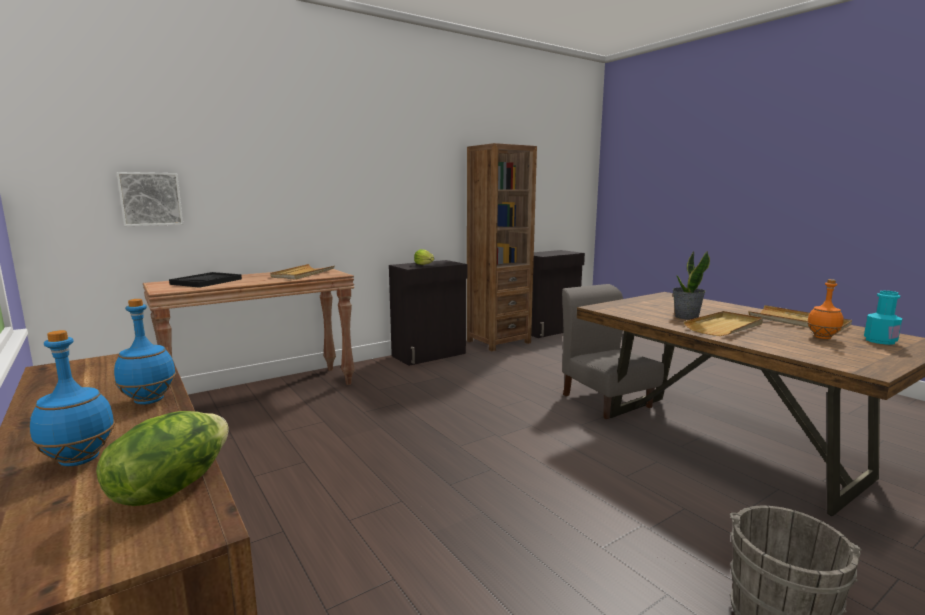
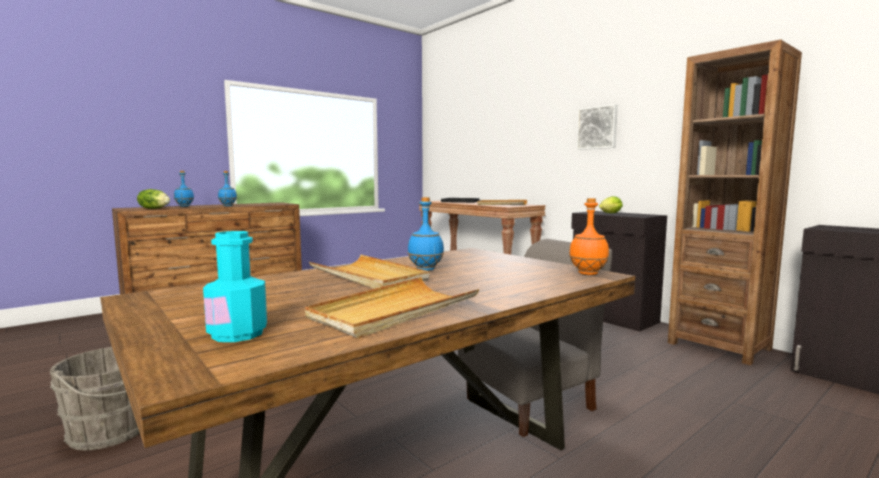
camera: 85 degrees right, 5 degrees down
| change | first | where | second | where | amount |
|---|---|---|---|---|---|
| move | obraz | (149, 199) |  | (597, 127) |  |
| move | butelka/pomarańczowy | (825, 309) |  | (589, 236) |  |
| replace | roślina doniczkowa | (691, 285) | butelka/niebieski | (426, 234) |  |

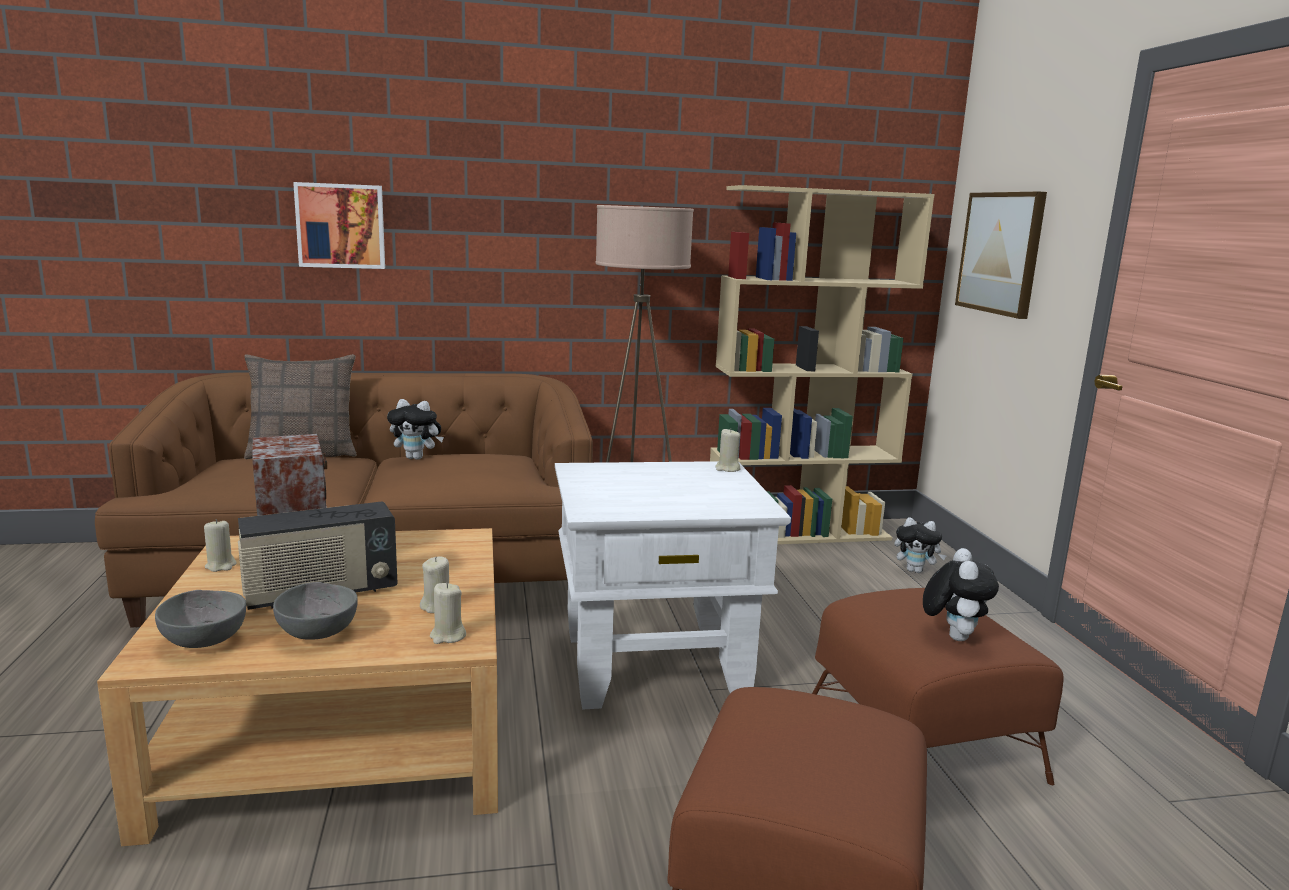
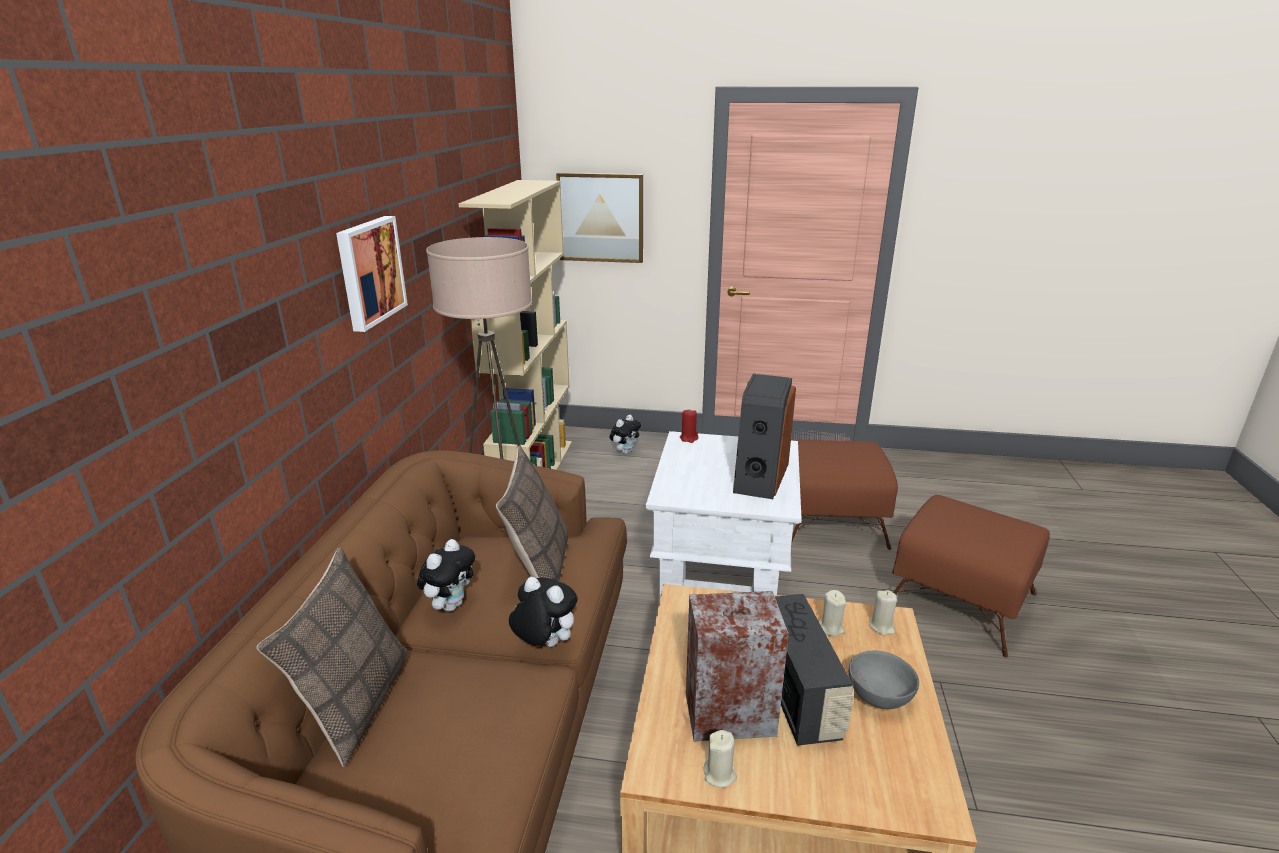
camera: 70 degrees left, 10 degrees up
| change | first | where | second | where | amount |
|---|---|---|---|---|---|
| delete | miska/szary | (200, 619) |  |  |  |
| insert |  |  | poduszka | (532, 513) |  |
| insert |  |  | głośnik | (764, 436) |  |
| move | obraz | (339, 225) |  | (372, 274) |  |
| move | pluszak | (961, 594) |  | (543, 612) |  |
| recolor | świeca/beżowy | (728, 450) | świeca/czerwony | (689, 426) |  |

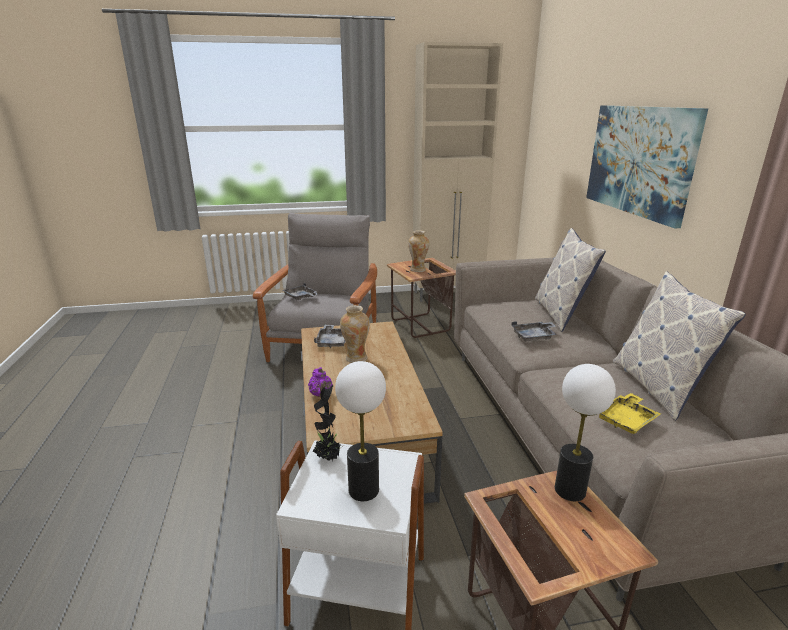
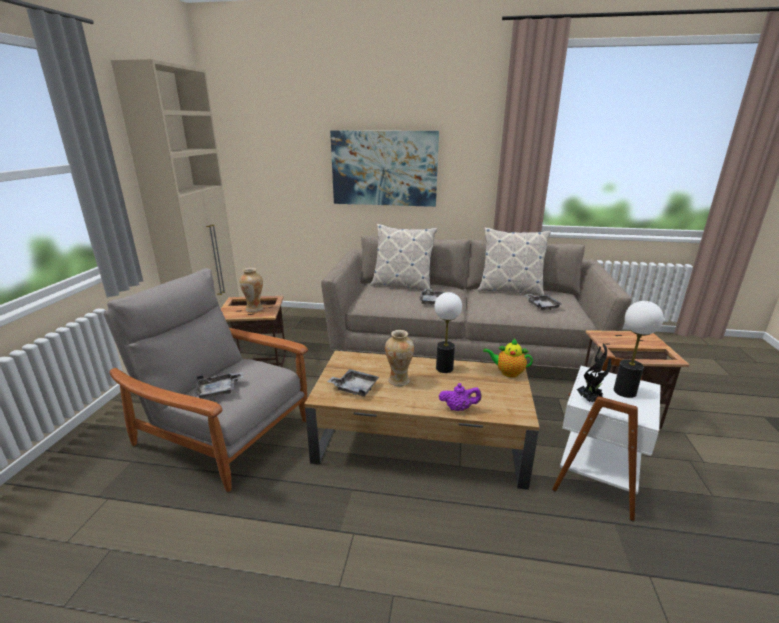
camera: 70 degrees left, 0 degrees up
| change | first | where | second | where | amount |
|---|---|---|---|---|---|
| insert |  |  | imbryk | (508, 358) |  |
| move | lampa stołowa | (585, 432) |  | (448, 332) |  |
| recolor | taca/żółty | (630, 413) | taca/szary | (544, 302) |  |

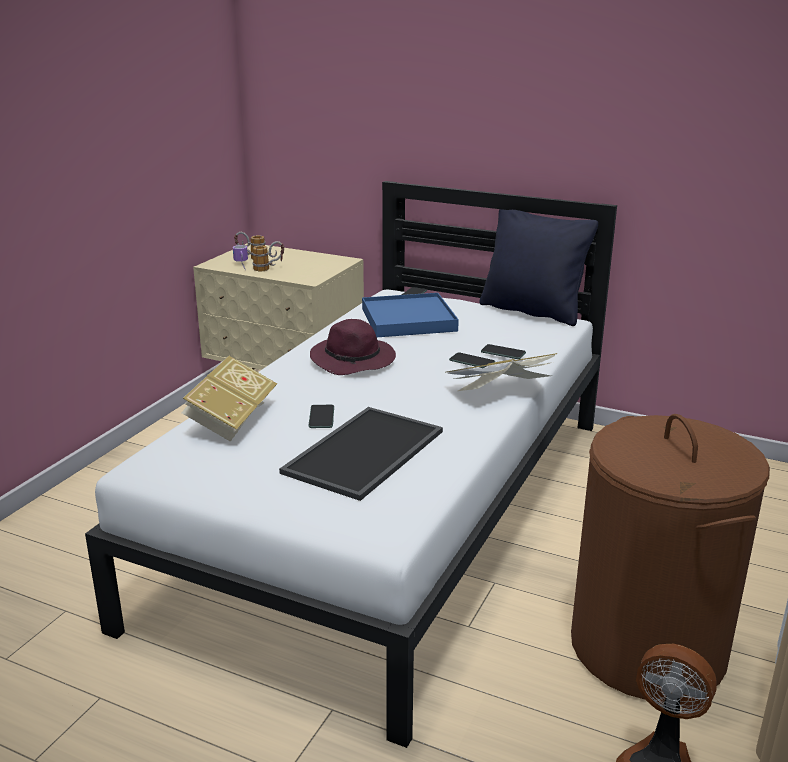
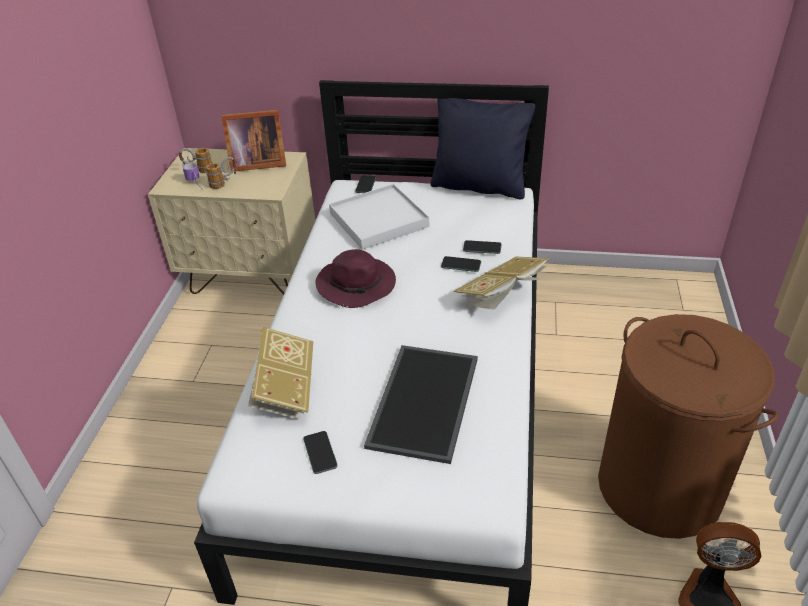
camera: 15 degrees left, 15 degrees up
| change | first | where | second | where | amount |
|---|---|---|---|---|---|
| insert |  |  | ramka na zdjęcie | (253, 140) |  |
| move | telefon | (321, 416) |  | (320, 452) |  |
| recolor | taca/niebieski | (410, 315) | taca/biały | (379, 217) |  |

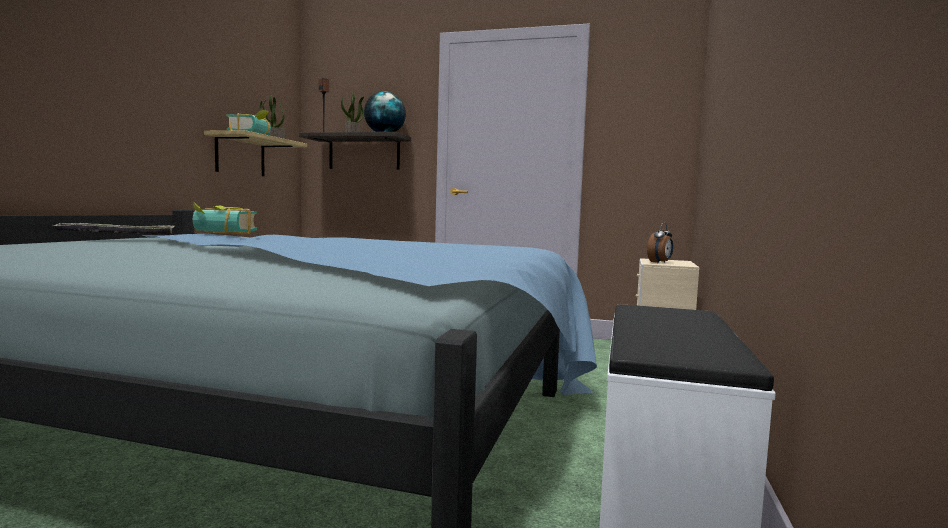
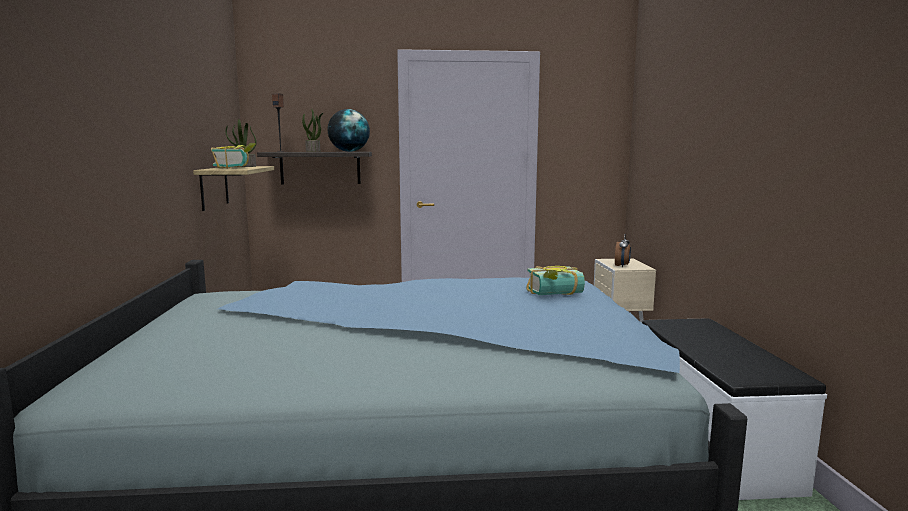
camera: 20 degrees left, 5 degrees up
| change | first | where | second | where | amount |
|---|---|---|---|---|---|
| delete | taca | (113, 229) |  |  |  |
| move | książka | (225, 218) |  | (556, 280) |  |

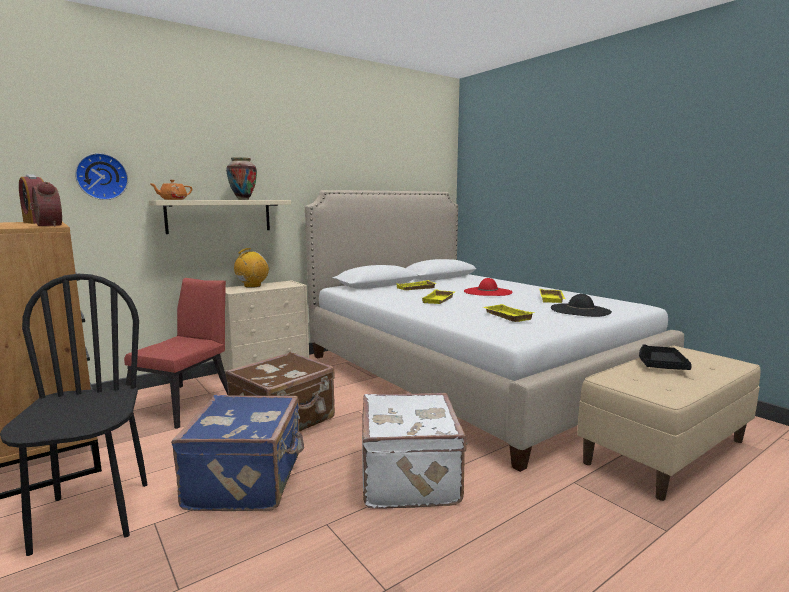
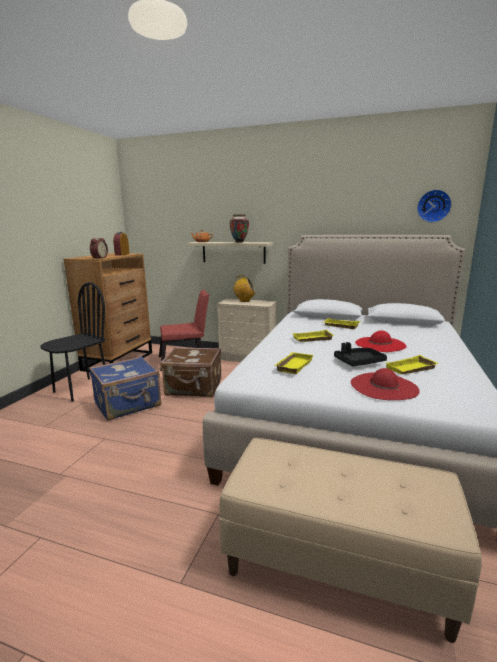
camera: 55 degrees right, 5 degrees up
| change | first | where | second | where | amount |
|---|---|---|---|---|---|
| delete | walizka/biały | (414, 451) |  |  |  |
| move | zegar ścienny | (101, 176) |  | (434, 206) |  |
| move | taca/czarny | (665, 357) |  | (360, 354) |  |
| recolor | kapelusz/czarny | (581, 305) | kapelusz/czerwony | (385, 384) |  |

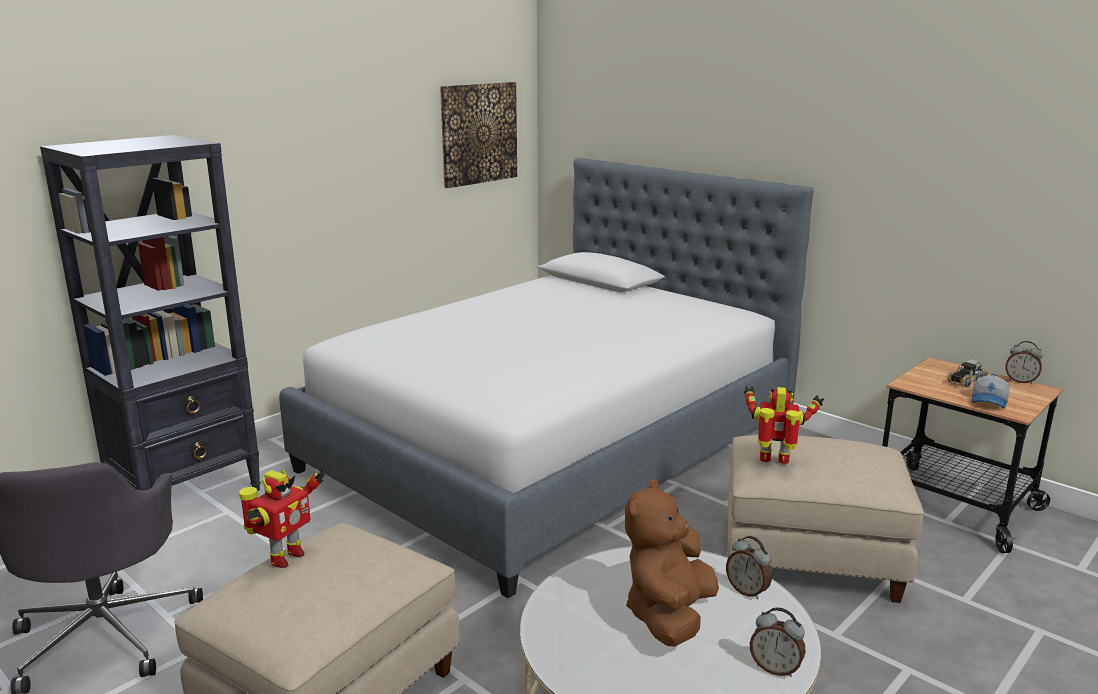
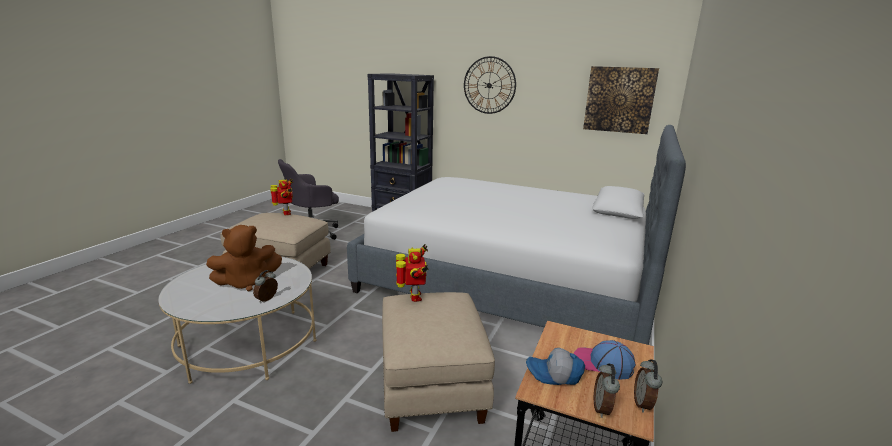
camera: 70 degrees right, 0 degrees up
| change | first | where | second | where | amount |
|---|---|---|---|---|---|
| insert |  |  | zegar ścienny | (490, 85) |  |
| move | budzik | (778, 642) |  | (607, 390) |  |
| replace | ciężarówka zabawkowa | (967, 371) | czapka z daszkiem | (605, 360) |  |
| rotate | robot zabawkowy | (282, 518) |  | (281, 197) | 120 degrees counterclockwise |
| rotate | pluszak/brązowy | (672, 563) |  | (244, 258) | 150 degrees clockwise |

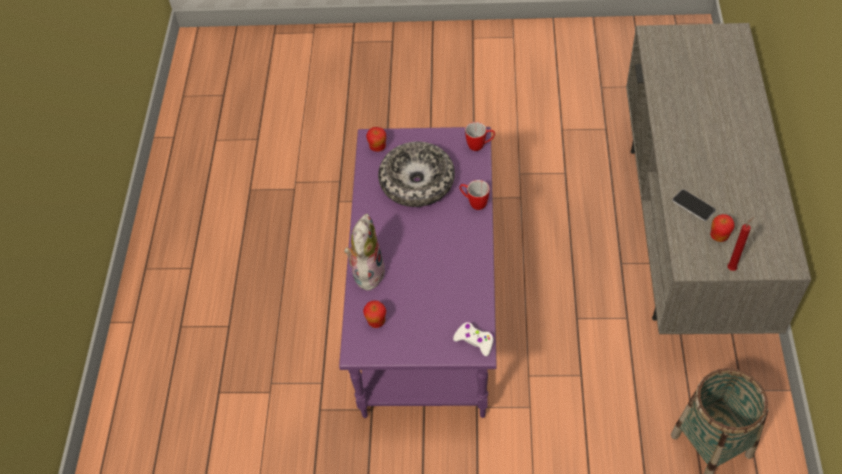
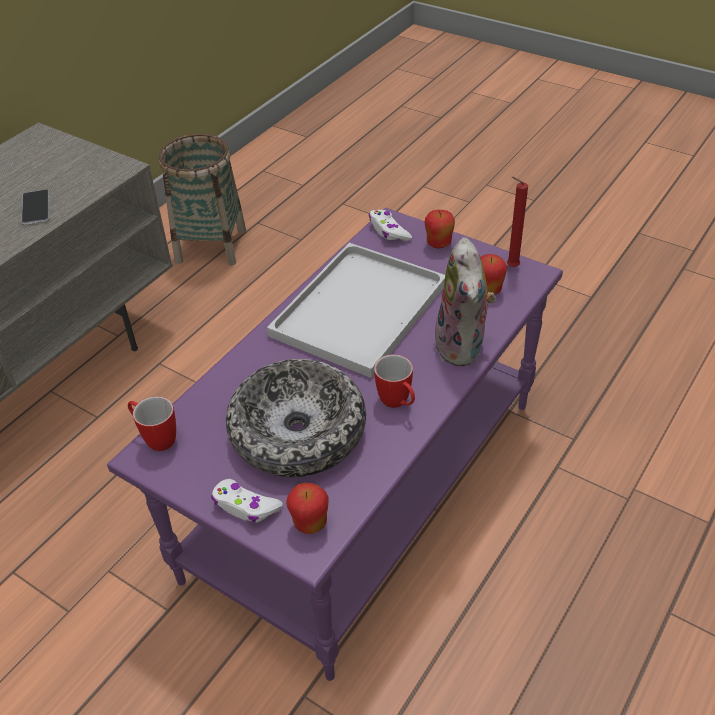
camera: 150 degrees left, 10 degrees down
| change | first | where | second | where | amount |
|---|---|---|---|---|---|
| insert |  |  | pad do gier/biały | (247, 500) |  |
| insert |  |  | taca/biały | (356, 310) |  |
| move | kubek | (474, 195) |  | (394, 381) |  |
| move | jabłko | (722, 228) |  | (440, 229) |  |
| move | świeca/czerwony | (740, 244) |  | (517, 222) |  |
| rotate | pluszak | (365, 252) |  | (465, 301) | 45 degrees counterclockwise |

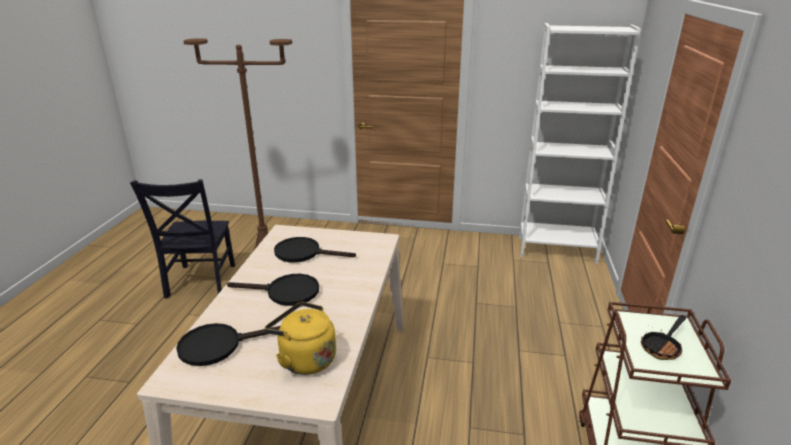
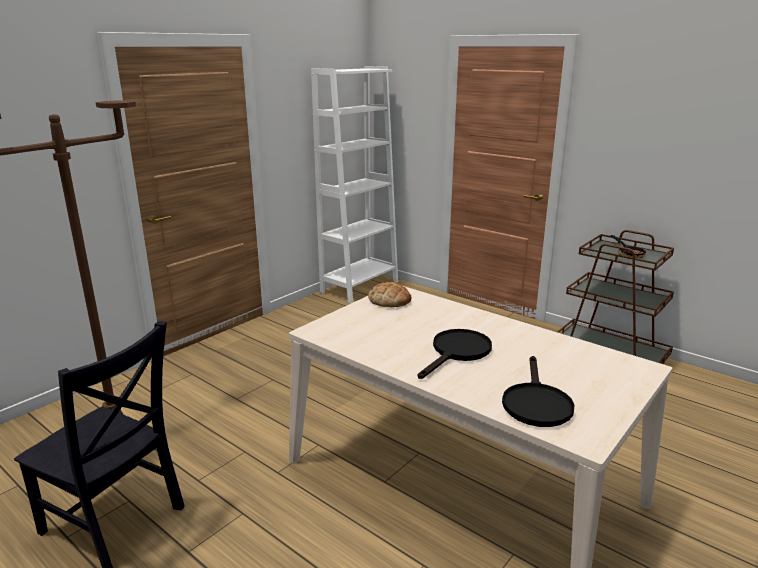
camera: 60 degrees left, 5 degrees down
| change | first | where | second | where | amount |
|---|---|---|---|---|---|
| delete | czajnik/żółty | (300, 338) |  |  |  |
| delete | patelnia/czarny | (315, 250) |  |  |  |
| insert |  |  | chleb | (389, 294) |  |

